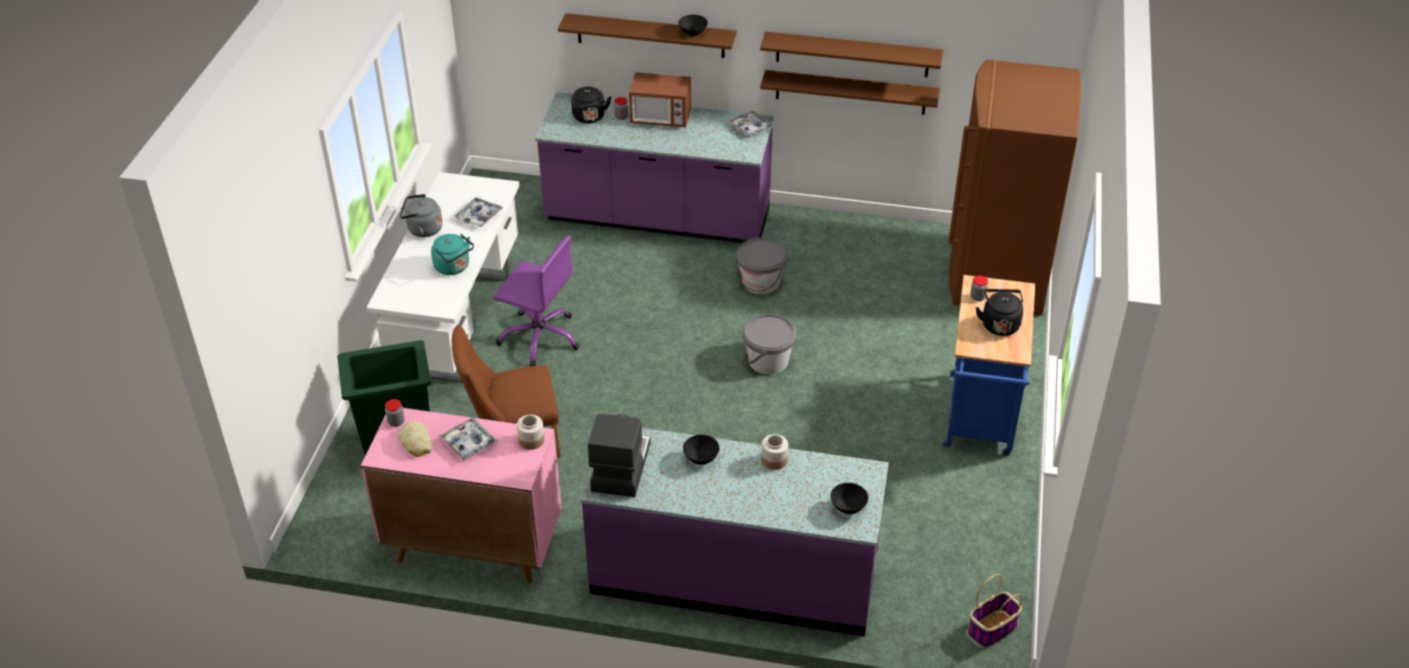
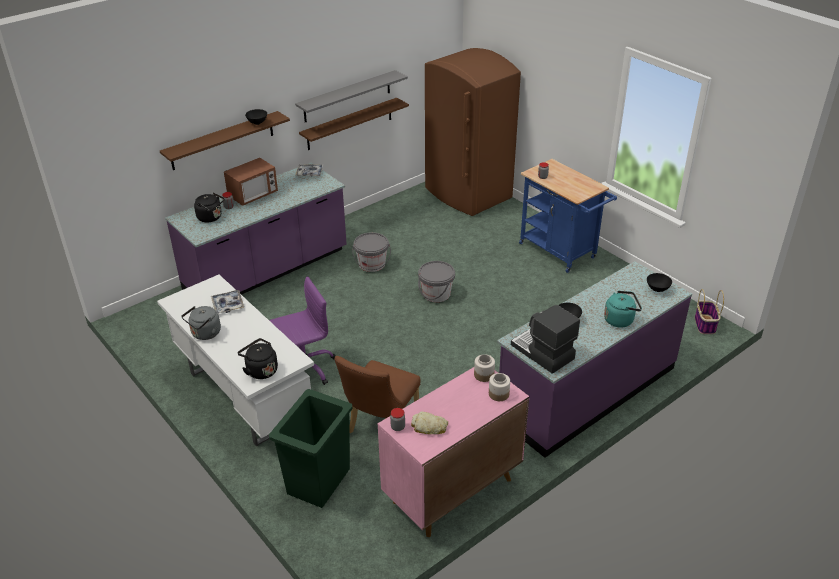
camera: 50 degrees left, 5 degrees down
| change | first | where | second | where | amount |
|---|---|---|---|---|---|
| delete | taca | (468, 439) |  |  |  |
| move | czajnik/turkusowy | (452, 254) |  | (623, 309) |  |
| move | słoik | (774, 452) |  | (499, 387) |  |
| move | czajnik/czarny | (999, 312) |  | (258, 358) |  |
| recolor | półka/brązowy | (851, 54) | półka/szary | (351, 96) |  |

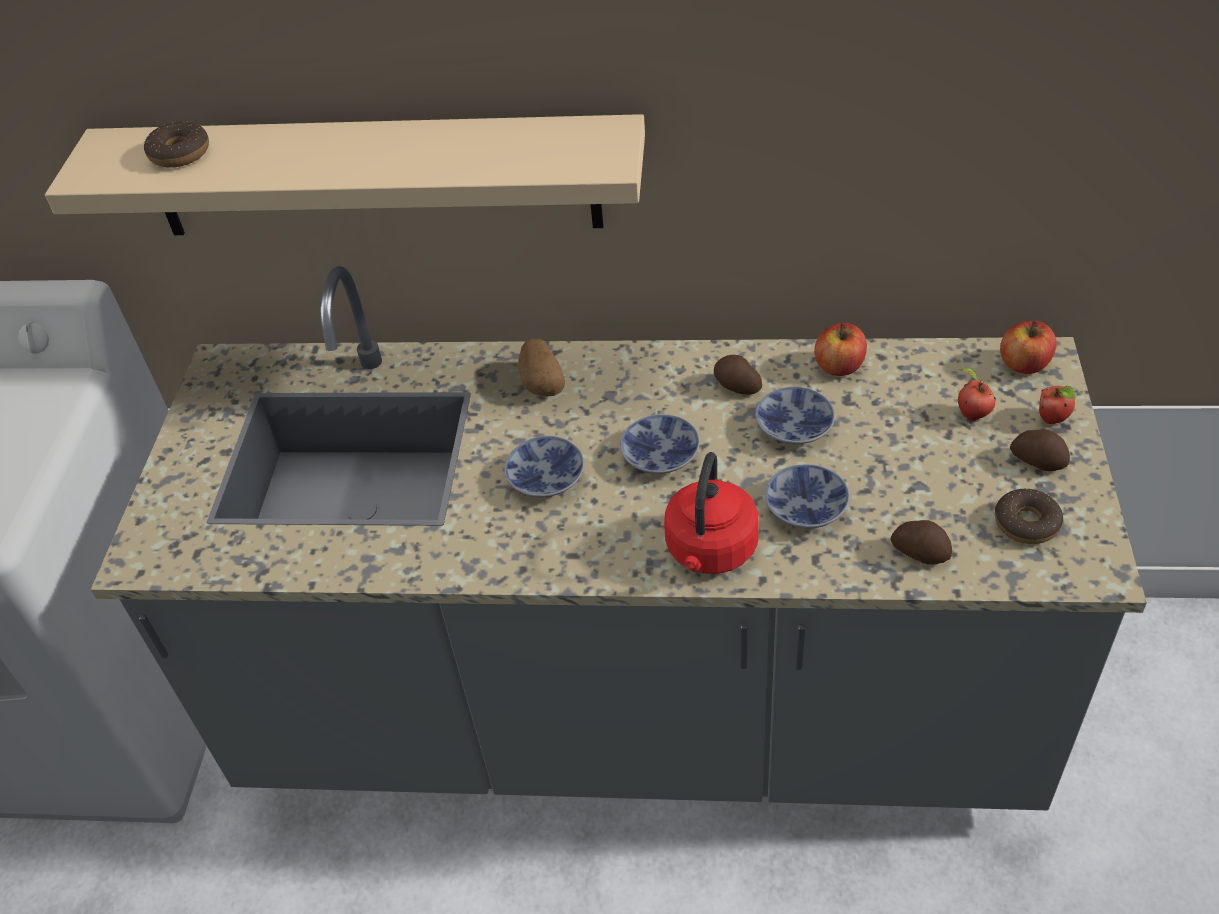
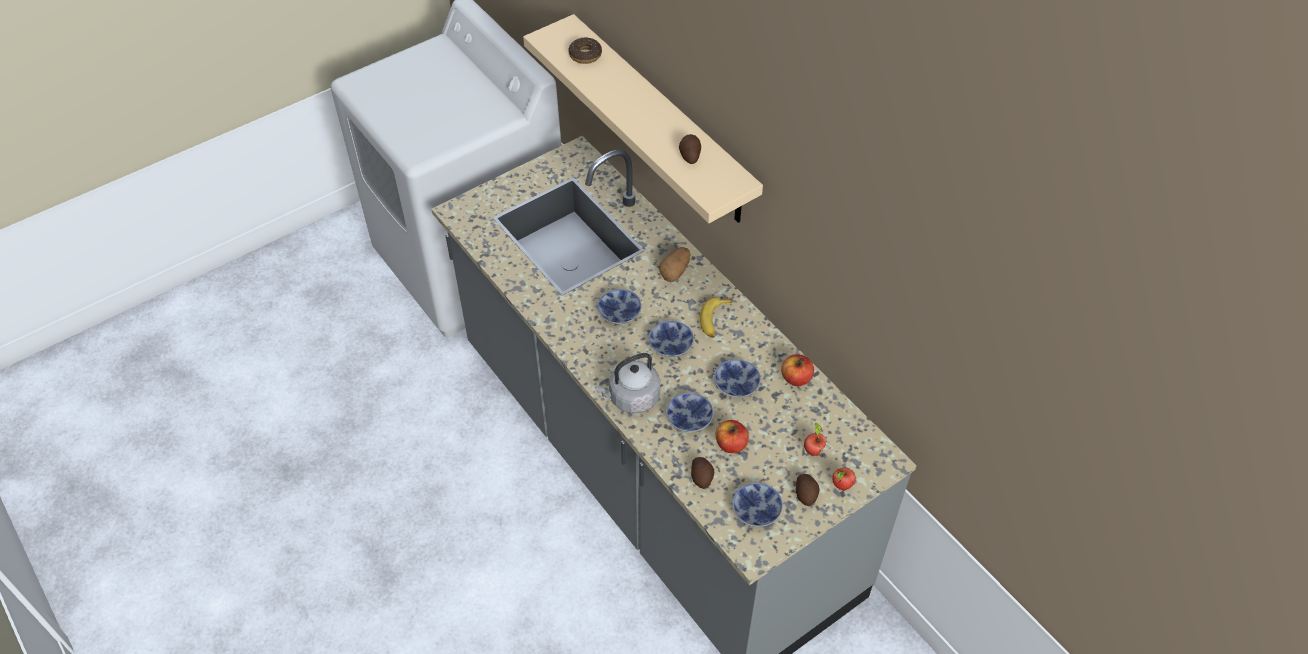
camera: 45 degrees right, 5 degrees up
| change | first | where | second | where | amount |
|---|---|---|---|---|---|
| insert |  |  | banan | (716, 317) |  |
| move | ziemniak | (738, 375) |  | (690, 149) |  |
| move | jabłko | (1028, 347) |  | (732, 436) |  |
| replace | donut | (1029, 516) | miska | (757, 505) |  |
| recolor | czajnik/czerwony | (711, 513) | czajnik/szary | (627, 383) |  |

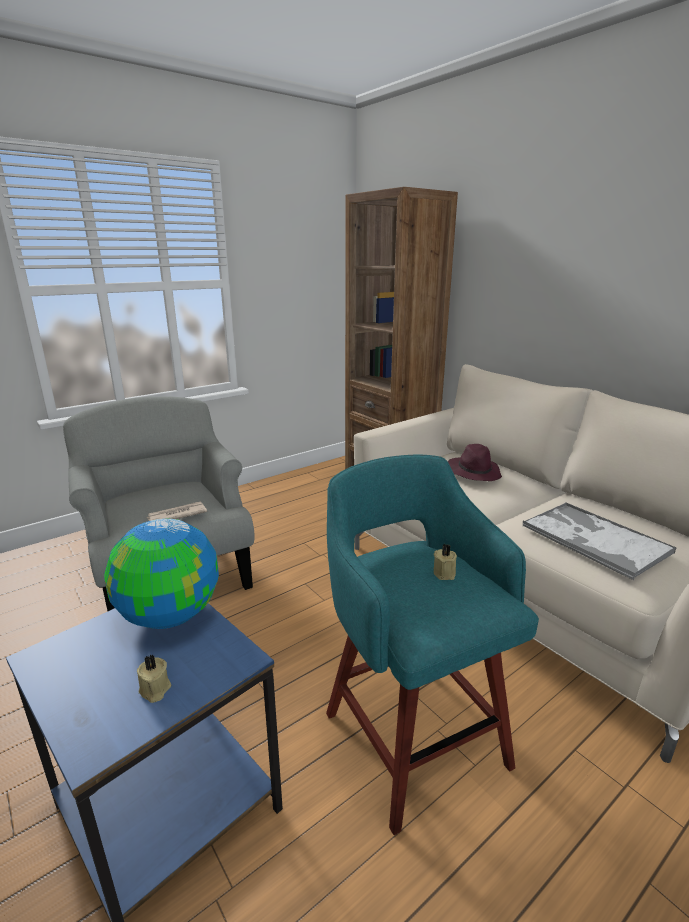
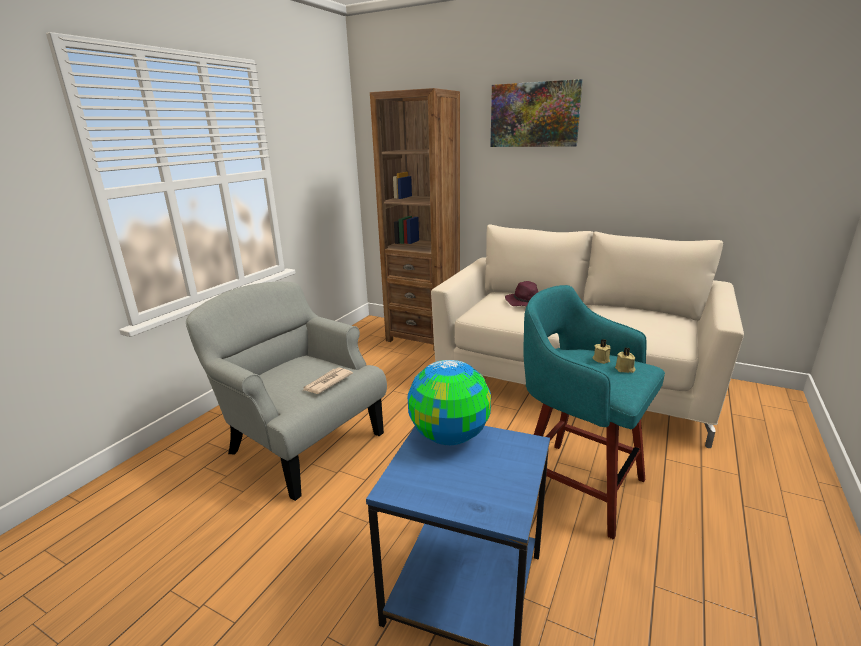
camera: 25 degrees left, 0 degrees up
| change | first | where | second | where | amount |
|---|---|---|---|---|---|
| delete | taca | (599, 541) |  |  |  |
| insert |  |  | obraz | (536, 113) |  |
| move | świeca/beżowy | (154, 678) |  | (625, 360) |  |

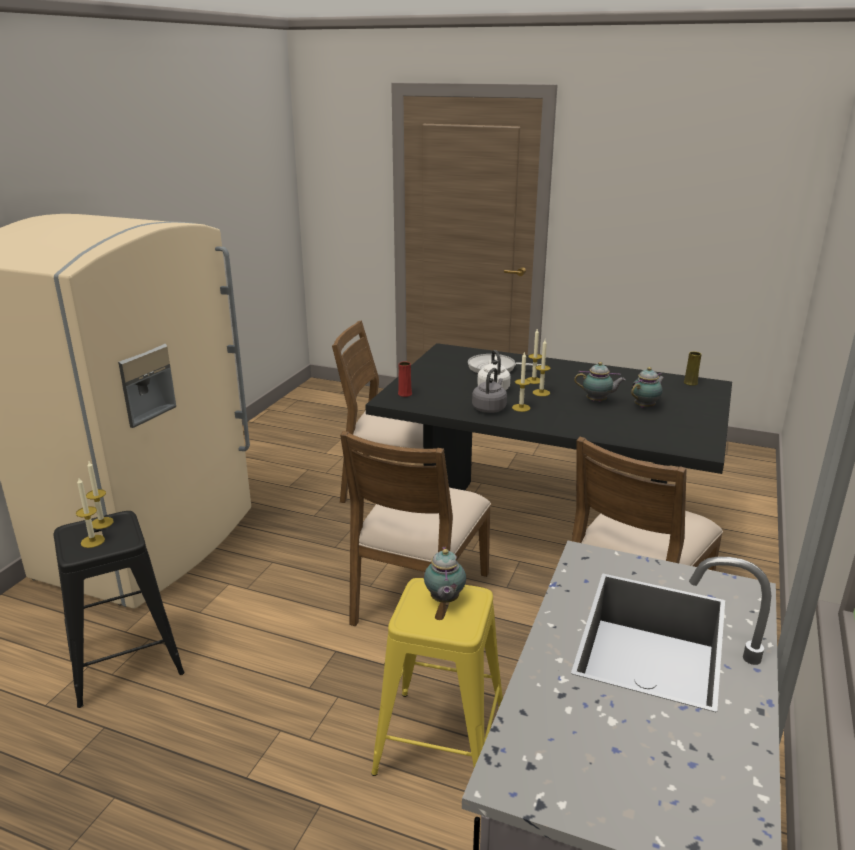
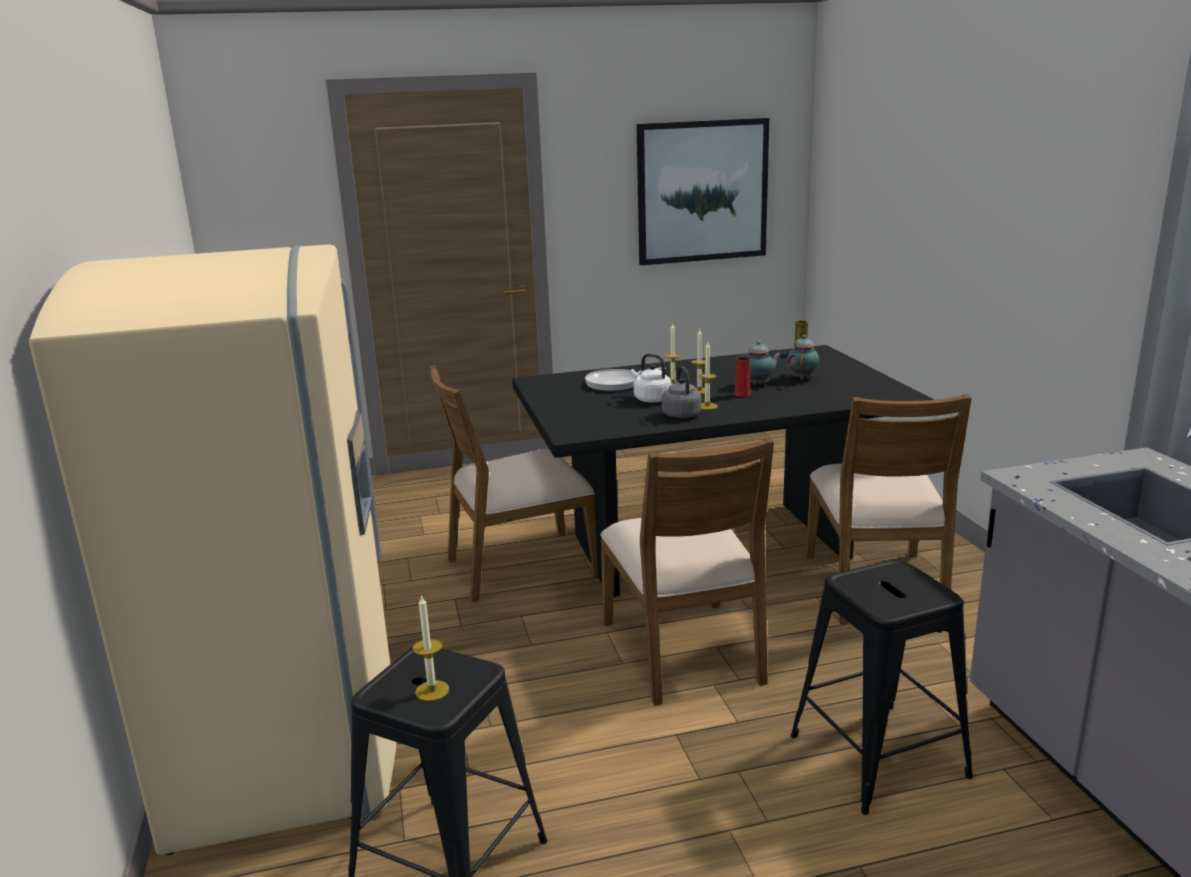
camera: 35 degrees left, 5 degrees down
| change | first | where | second | where | amount |
|---|---|---|---|---|---|
| delete | świeca | (100, 495) |  |  |  |
| delete | imbryk | (445, 575) |  |  |  |
| insert |  |  | obraz | (702, 191) |  |
| move | wazon/czerwony | (405, 379) |  | (742, 377) |  |
| recolor | stołek/żółty | (437, 677) | stołek/czarny | (882, 687) |  |

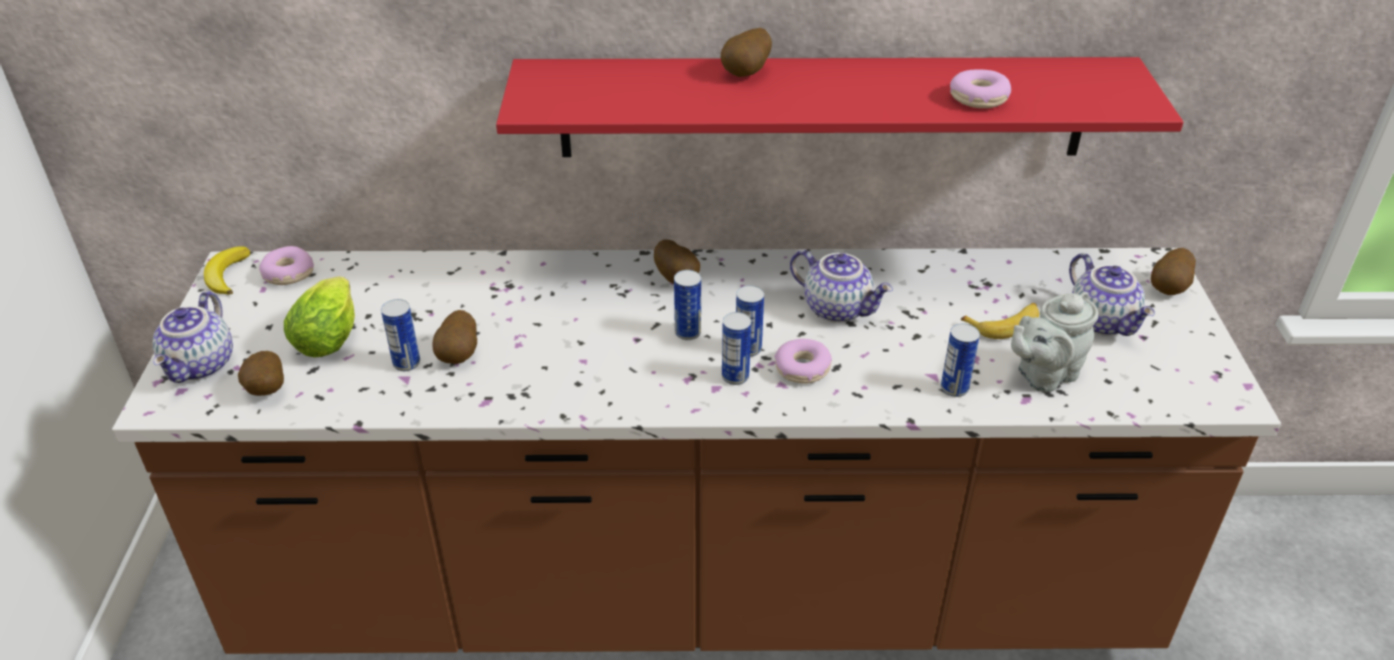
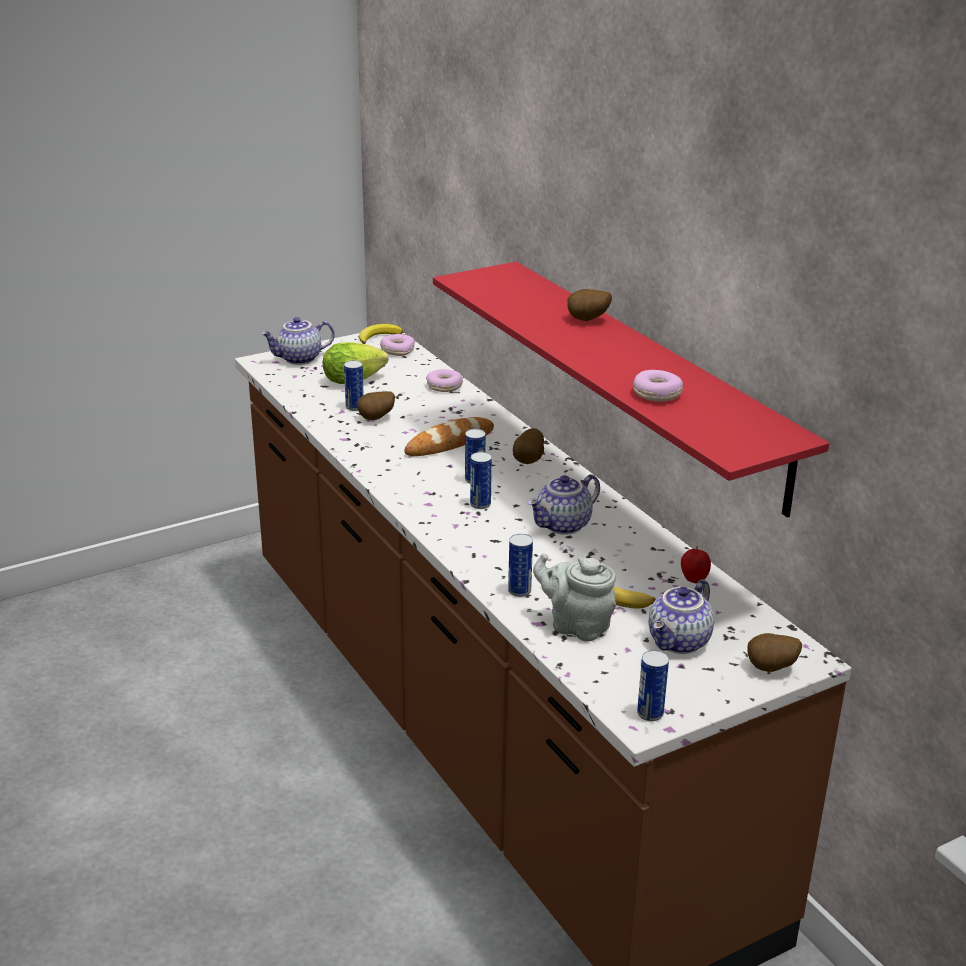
camera: 60 degrees right, 10 degrees down
| change | first | where | second | where | amount |
|---|---|---|---|---|---|
| delete | ziemniak | (261, 373) |  |  |  |
| insert |  |  | chleb | (449, 436) |  |
| insert |  |  | jabłko | (696, 564) |  |
| move | puszka | (736, 348) |  | (653, 685) |  |
| move | donut | (803, 361) |  | (444, 380) |  |
| rotate | imbryk | (841, 286) |  | (564, 504) | 45 degrees clockwise |

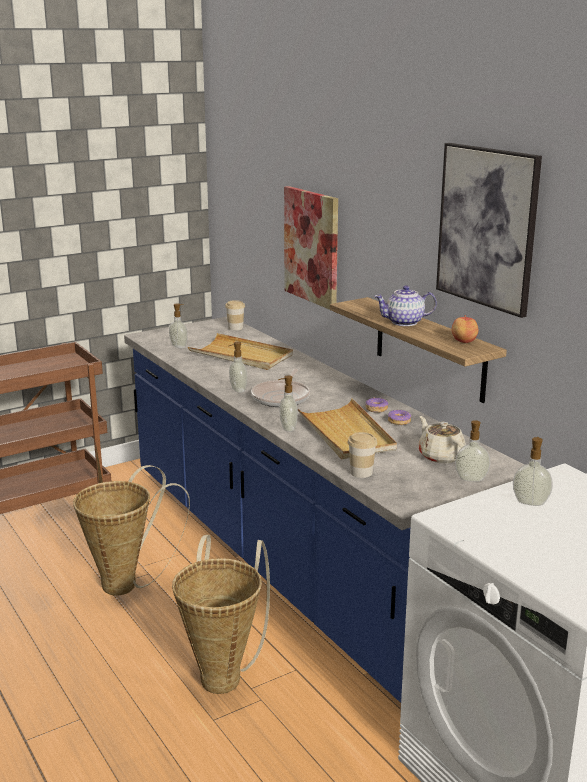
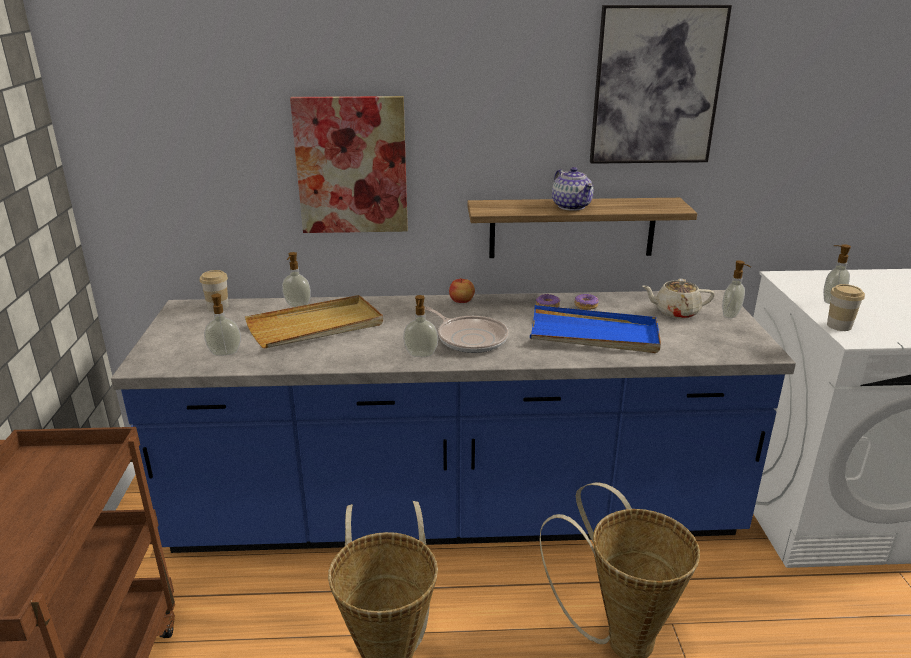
camera: 60 degrees left, 5 degrees up
| change | first | where | second | where | amount |
|---|---|---|---|---|---|
| move | dozownik mydła | (288, 403) |  | (296, 279) |  |
| move | filiżanka | (362, 455) |  | (846, 307) |  |
| move | jabłko | (465, 329) |  | (462, 290) |  |
| recolor | taca/beżowy | (347, 429) | taca/niebieski | (595, 329) |  |
| rotate | imbryk | (405, 305) |  | (572, 189) | 45 degrees counterclockwise |

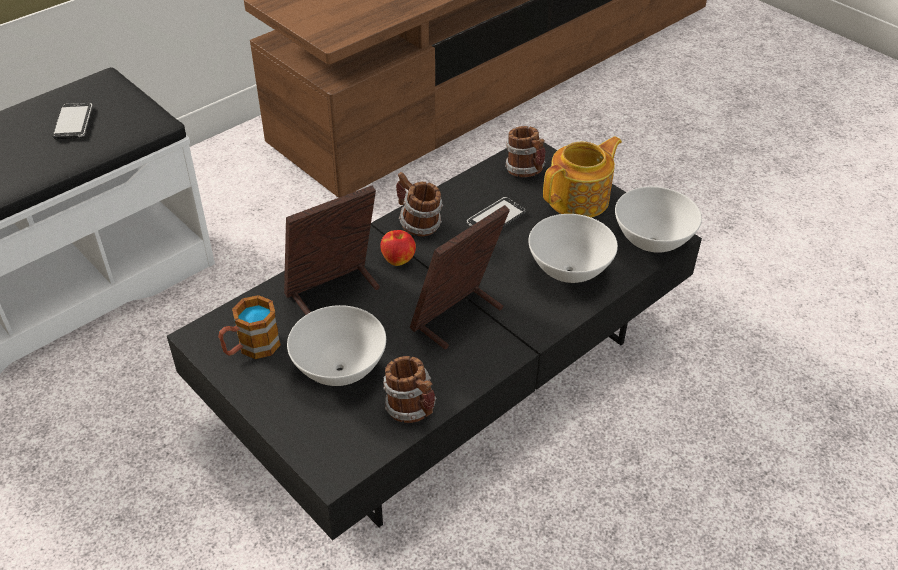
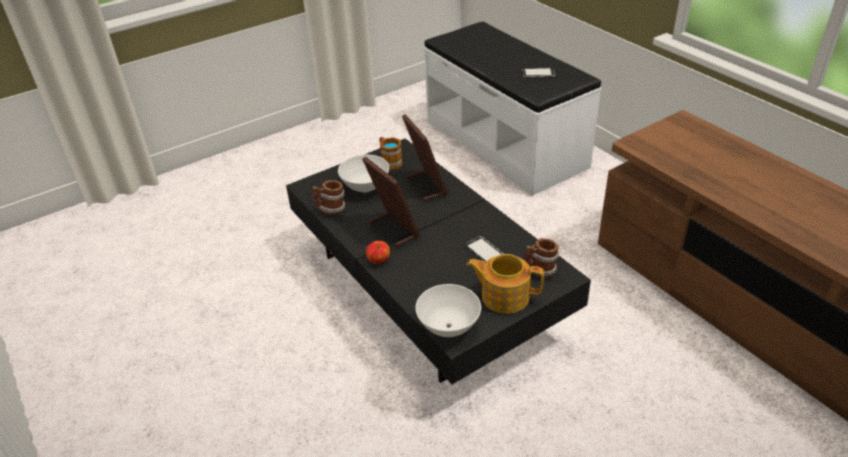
camera: 100 degrees right, 5 degrees down
| change | first | where | second | where | amount |
|---|---|---|---|---|---|
| delete | kubek | (419, 204) |  |  |  |
| delete | miska/biały | (573, 248) |  |  |  |
| move | jabłko | (398, 248) |  | (378, 252) |  |
| rotate | imbryk | (582, 177) |  | (505, 284) | 135 degrees clockwise |

